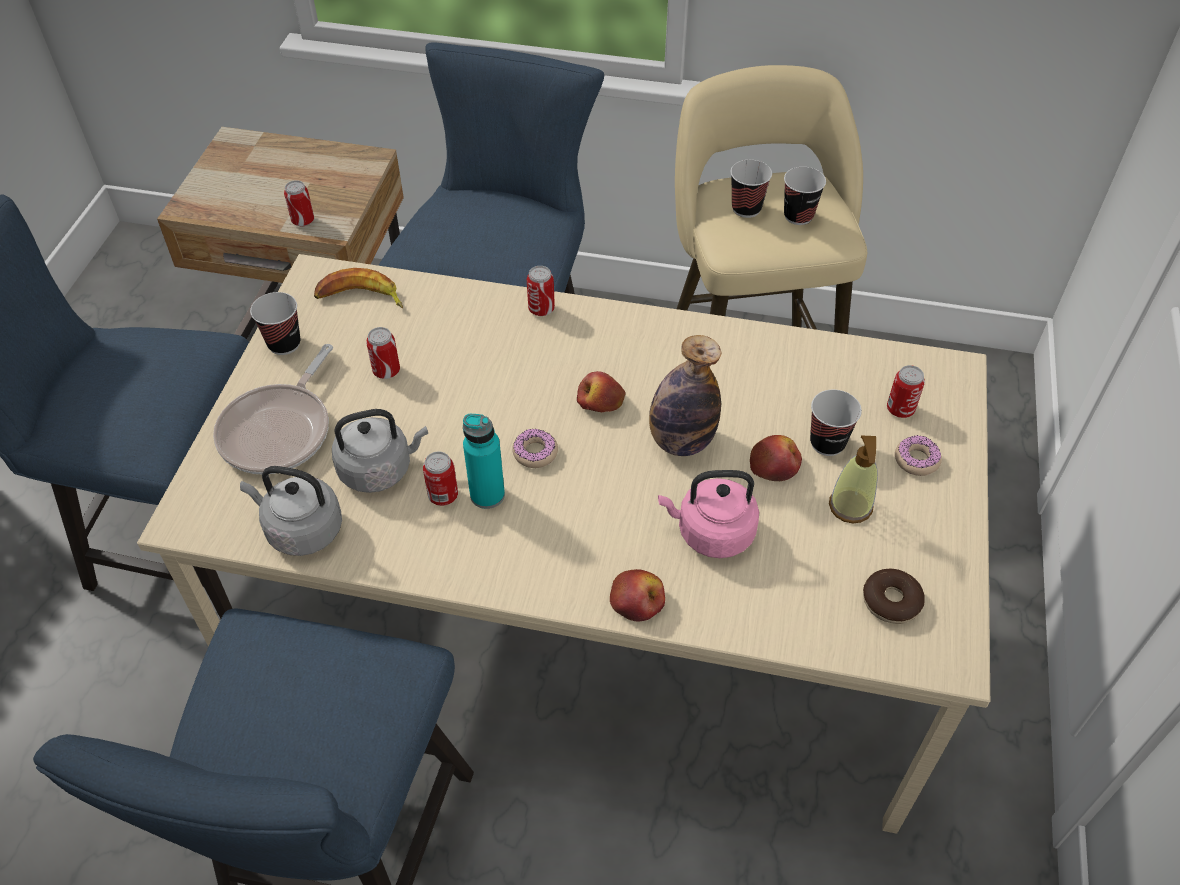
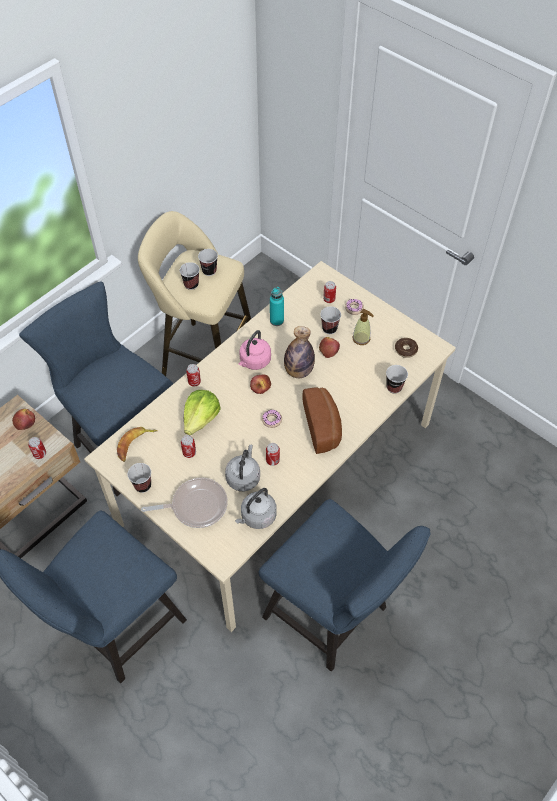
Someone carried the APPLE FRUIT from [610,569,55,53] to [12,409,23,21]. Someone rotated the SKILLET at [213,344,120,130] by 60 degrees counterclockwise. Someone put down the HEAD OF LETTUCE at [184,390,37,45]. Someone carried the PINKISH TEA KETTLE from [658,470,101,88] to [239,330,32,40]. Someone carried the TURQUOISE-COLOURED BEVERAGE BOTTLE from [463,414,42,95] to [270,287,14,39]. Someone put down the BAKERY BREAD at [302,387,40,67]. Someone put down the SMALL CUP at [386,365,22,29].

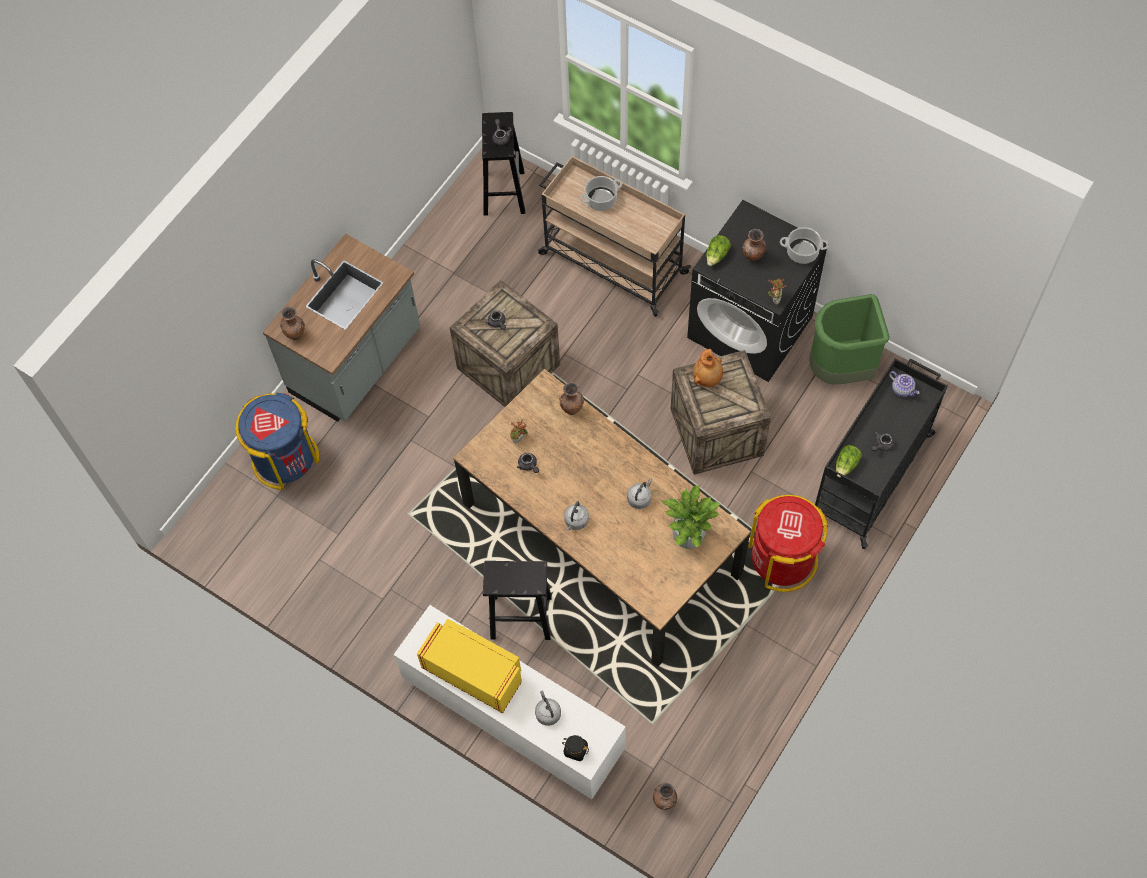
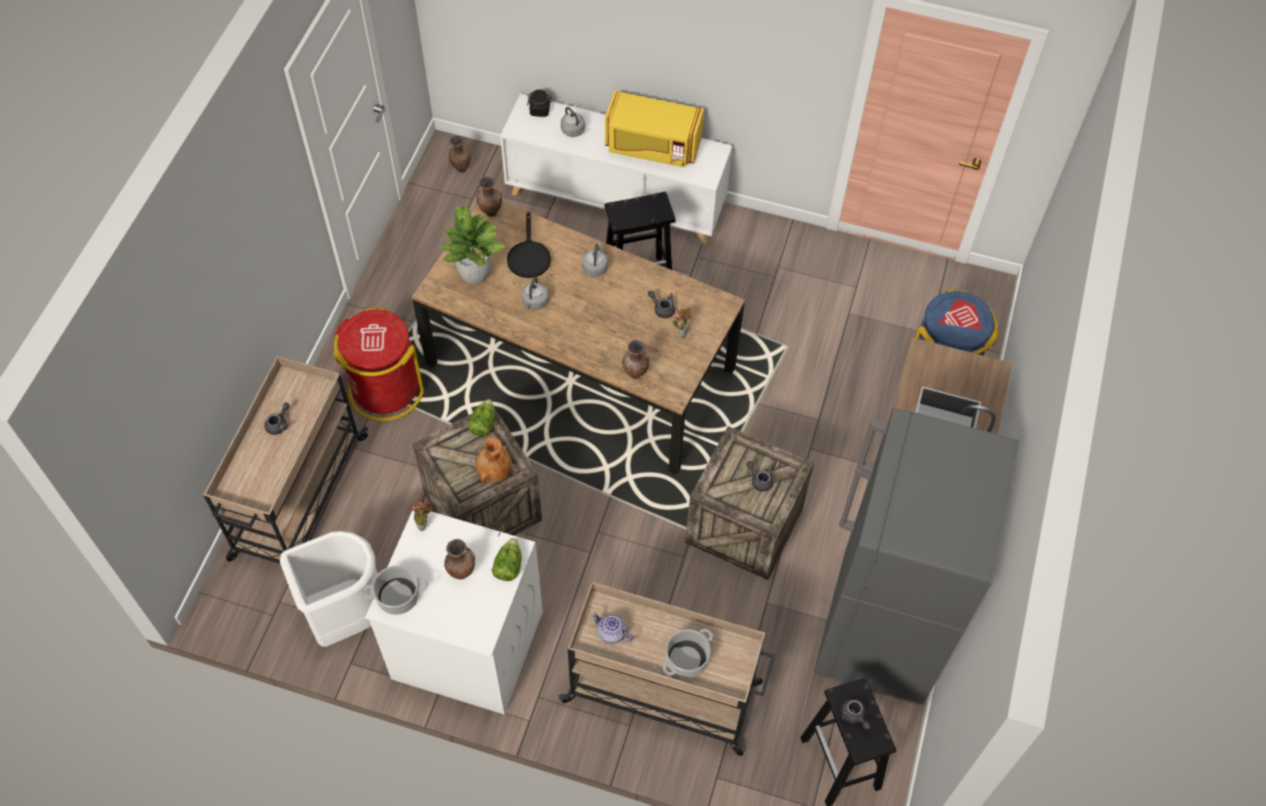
Someone repainted the BLACK TROLLEY at [815,358,133,191], which became the SAND-COLOURED TROLLEY at [203,356,166,208]. Someone repainted the GREENISH WASTE BIN at [809,294,81,90], which became the WHITISH WASTE BIN at [280,531,98,116]. Someone repainted the BLACK LAUNDRY APPLIANCE at [687,200,140,182], which became the WHITISH LAUNDRY APPLIANCE at [365,507,178,208]. Someone carried the HEAD OF LETTUCE from [836,445,26,33] to [468,399,27,37]. Someone carried the BROWN VASE from [280,307,25,33] to [476,176,26,41]. Someone put down the BLACK SKILLET at [507,212,44,66]. Someone carried the POT FOR TEA from [889,371,31,26] to [591,613,42,31]. Someone put down the GRAY FRIDGE at [814,407,206,298].

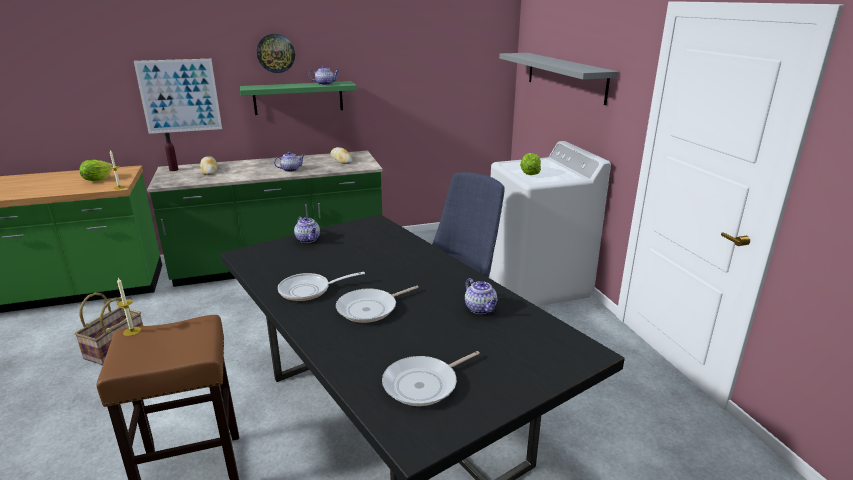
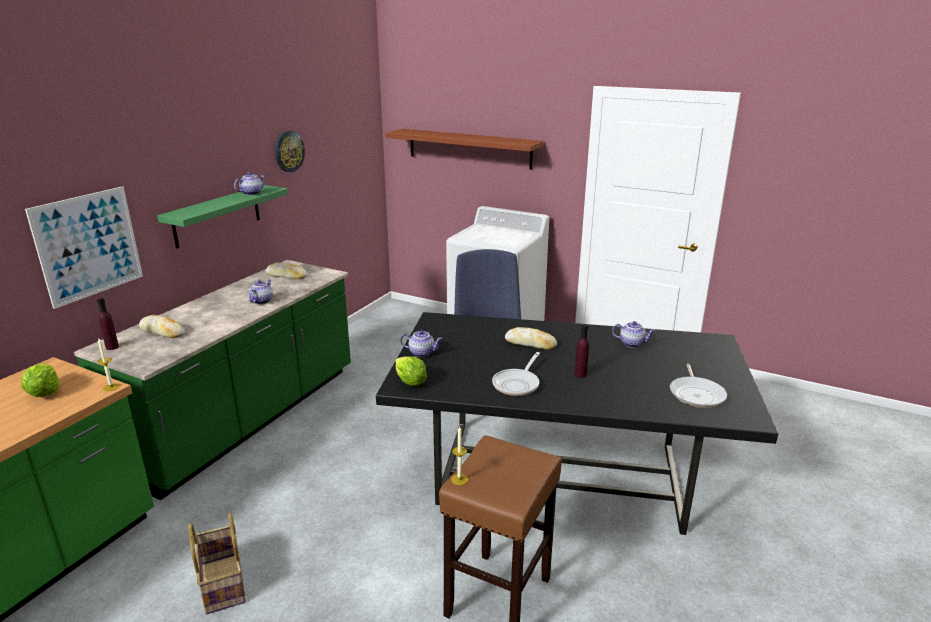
Someone carried the WALL CLOCK from [257,34,38,39] to [275,131,30,41]. Someone repainted the GRAY BRACKET SHELF at [499,53,120,52], which became the BROWN BRACKET SHELF at [385,129,159,41]. Someone carried the HEAD OF LETTUCE from [520,153,21,22] to [396,357,31,29]. Someone put down the BAKERY BREAD at [505,327,52,23]. Someone swapped the SKILLET at [336,286,83,37] for the PURPLE-COLOURED BEVERAGE BOTTLE at [575,324,14,54].

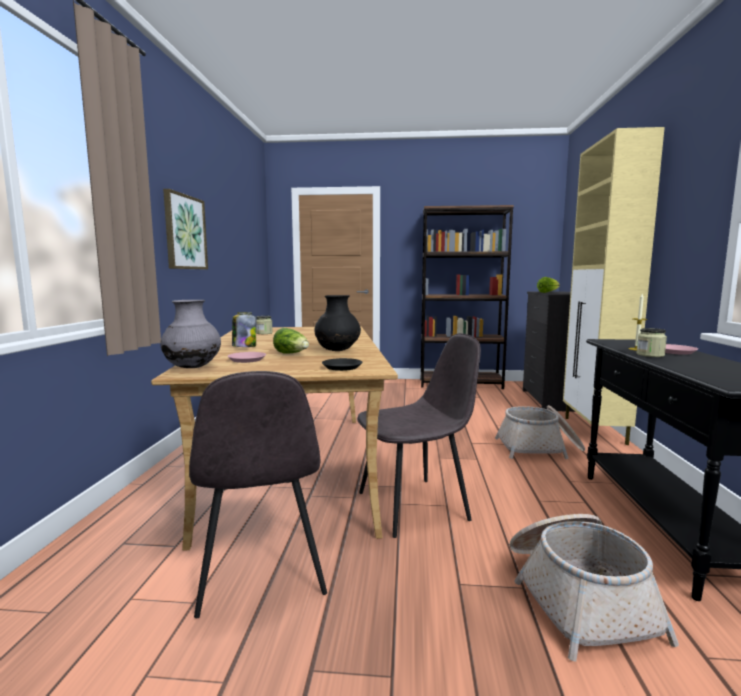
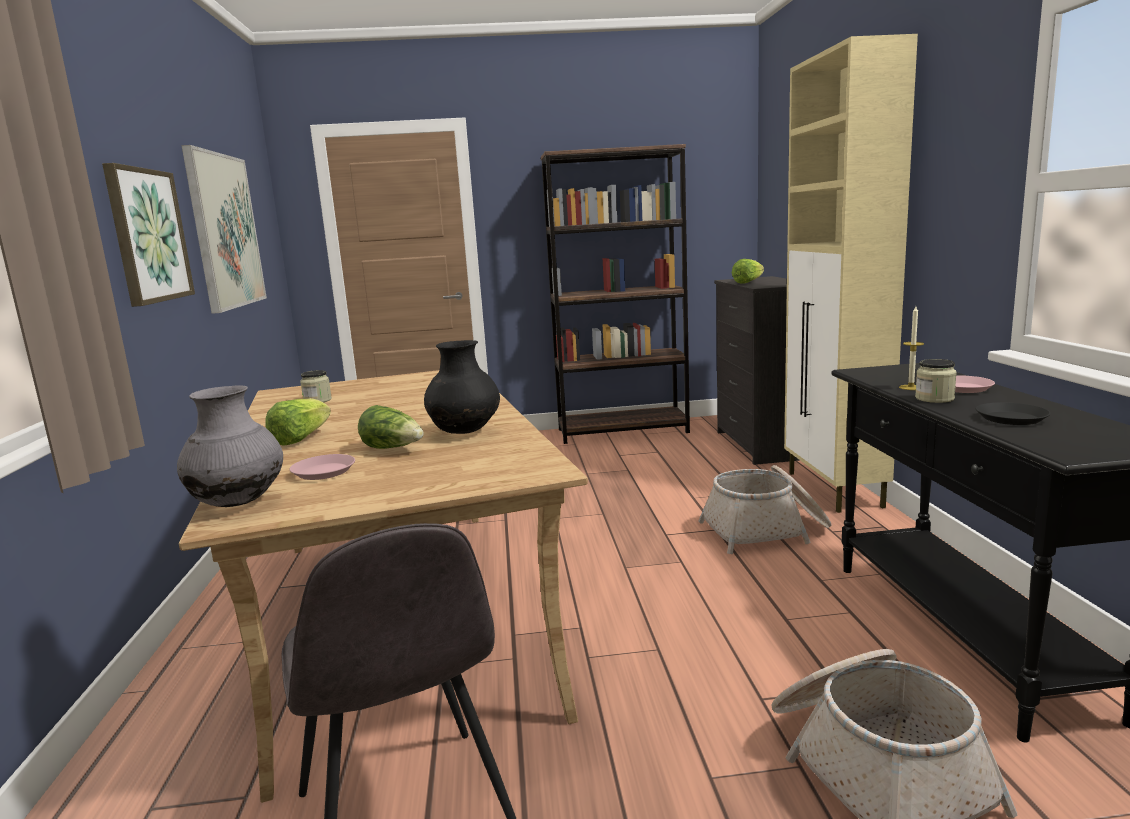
Someone put up the PICTURE at [181,145,86,169]. Someone swapped the PRESERVE JAR at [232,312,24,35] for the HEAD OF LETTUCE at [265,398,66,48]. Someone carried the BLACK PLATE from [322,358,41,13] to [976,402,74,23]. Someone took away the GRAY UPRIGHT CHAIR at [357,333,124,205].

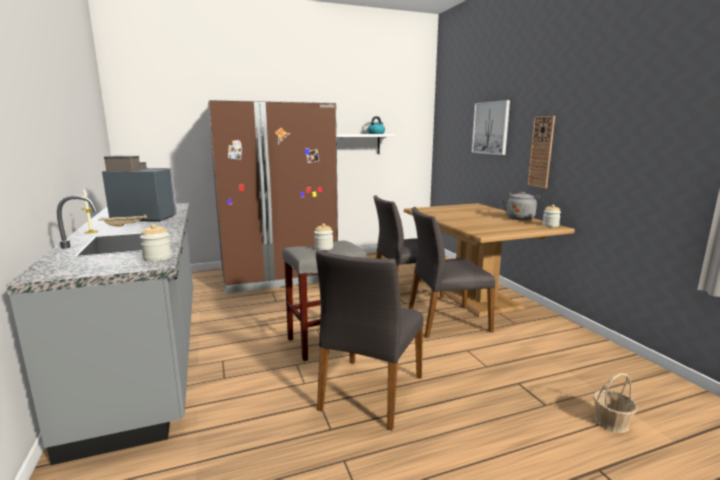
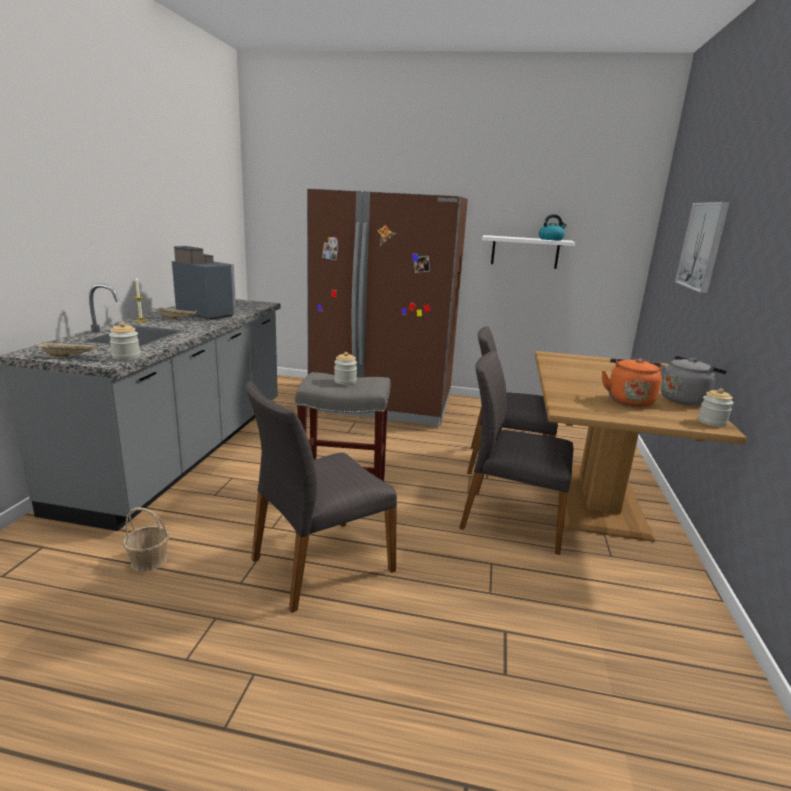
Someone put down the SAND-COLOURED TRAY at [34,342,65,15]. Someone carried the STORAGE BASKET from [593,373,45,60] to [123,507,46,65]. Someone put down the ORANGE-COLOURED TEA KETTLE at [602,358,60,49]. Someone took away the WALL CLOCK at [527,116,28,72].

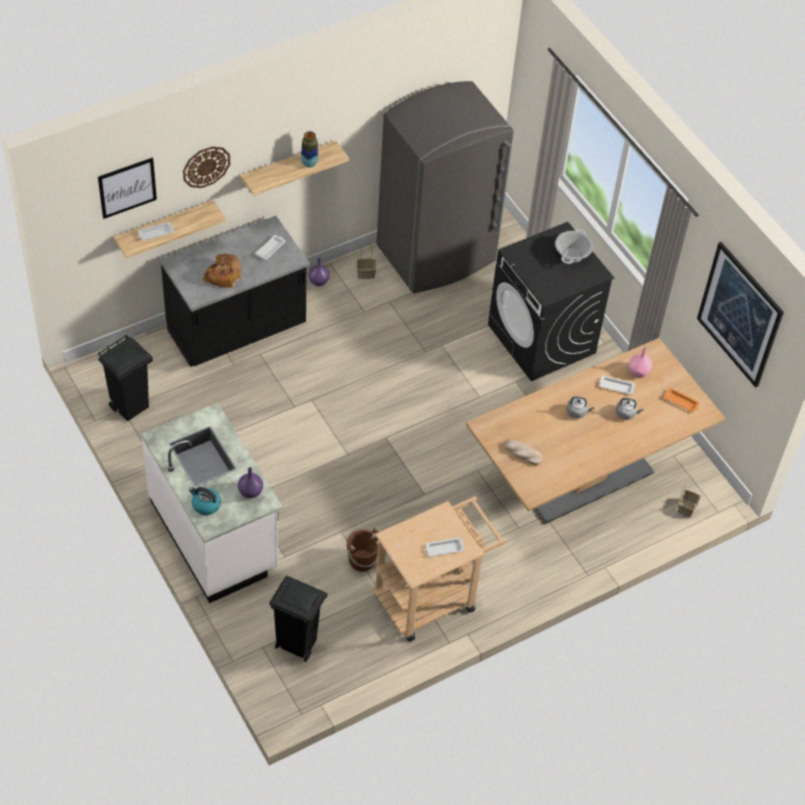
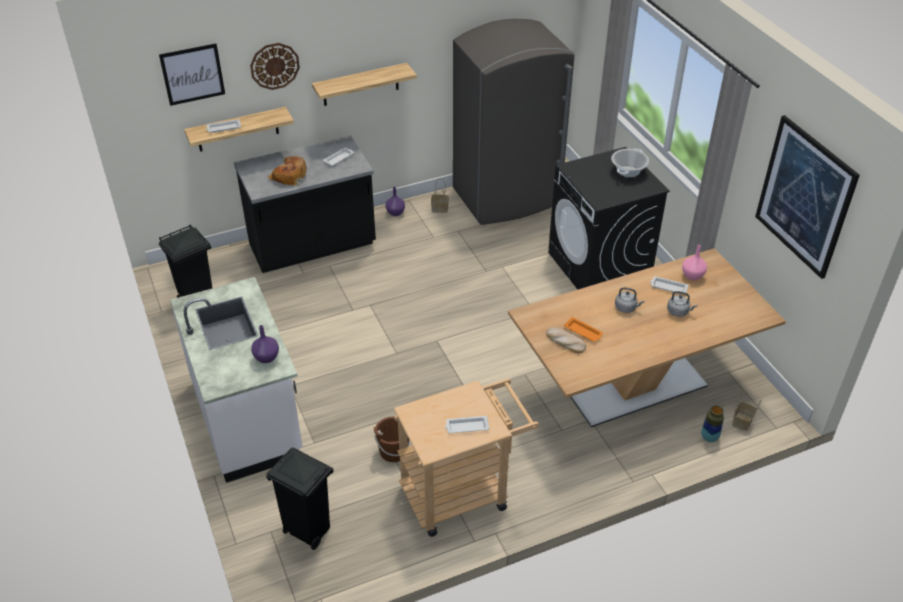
Someone carried the ORANGE-COLOURED TRAY from [663,387,37,25] to [564,317,39,25]. Someone carried the VASE from [301,131,17,37] to [701,405,23,37]. Someone took away the TEA KETTLE at [189,487,32,28].

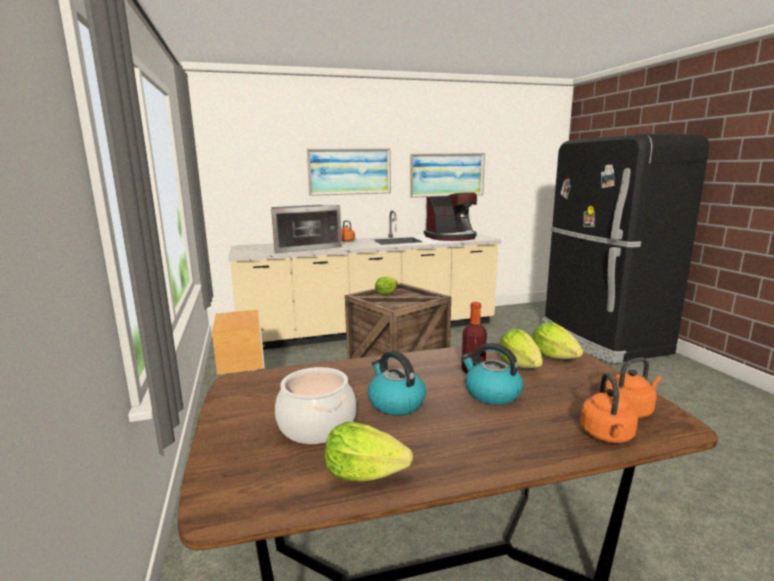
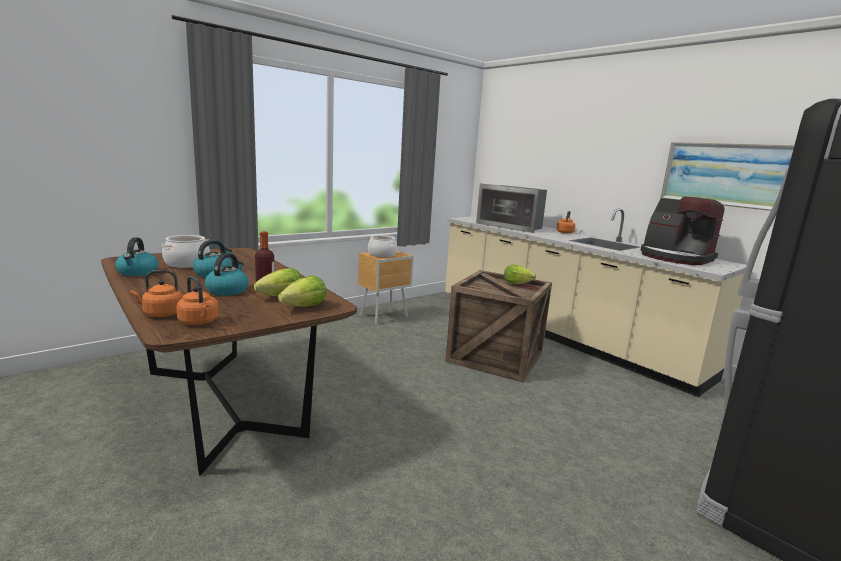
Someone swapped the HEAD OF LETTUCE at [325,422,88,59] for the TEA KETTLE at [115,237,43,39]. Someone put down the SAUCEPOT at [368,235,29,22]. Someone took away the PICTURE at [307,148,84,48].

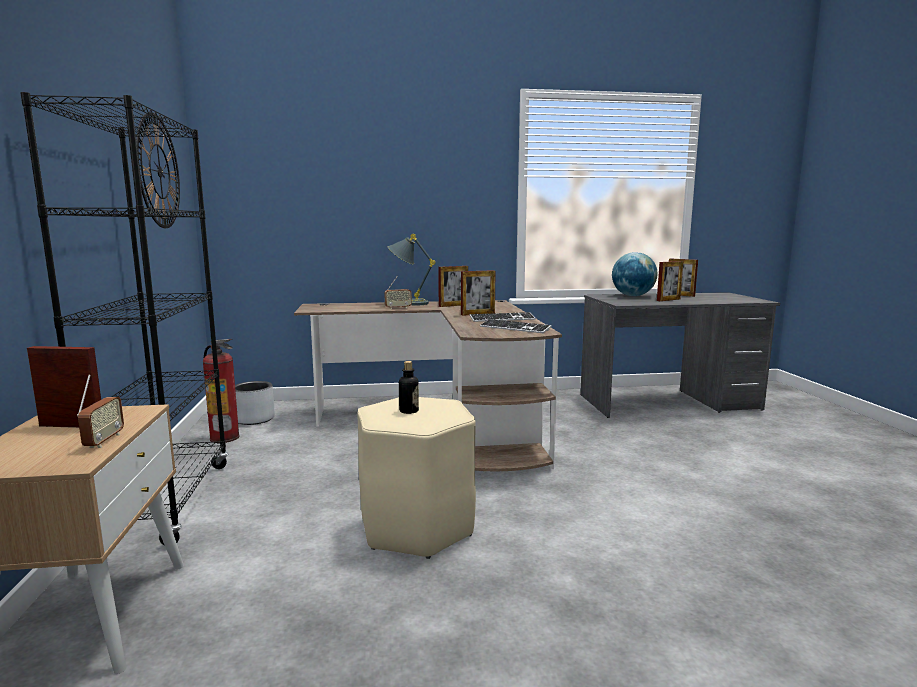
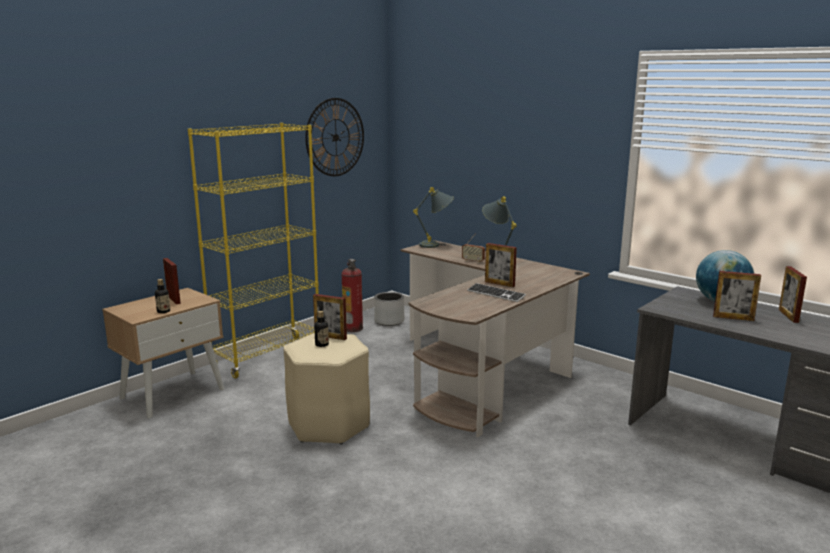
Someone swapped the RADIO at [77,375,47,73] for the BEVERAGE BOTTLE at [155,279,15,34]. Someone repainted the BLACK BOOKSHELF at [20,92,208,453], which became the YELLOW BOOKSHELF at [188,123,131,255]. Someone carried the PICTURE FRAME from [438,266,30,41] to [313,294,34,46]. Someone put down the GRAY TABLETOP LAMP at [413,187,41,61]. Someone took away the COMPUTER KEYBOARD at [480,319,72,14].

